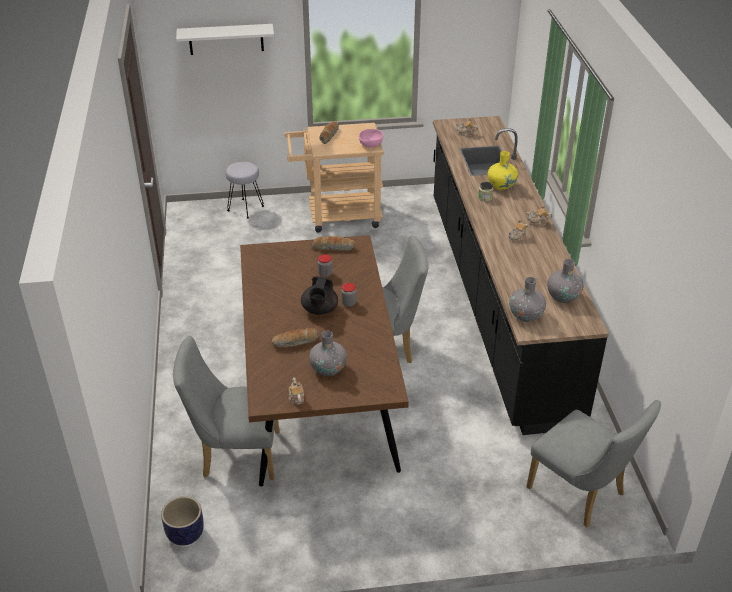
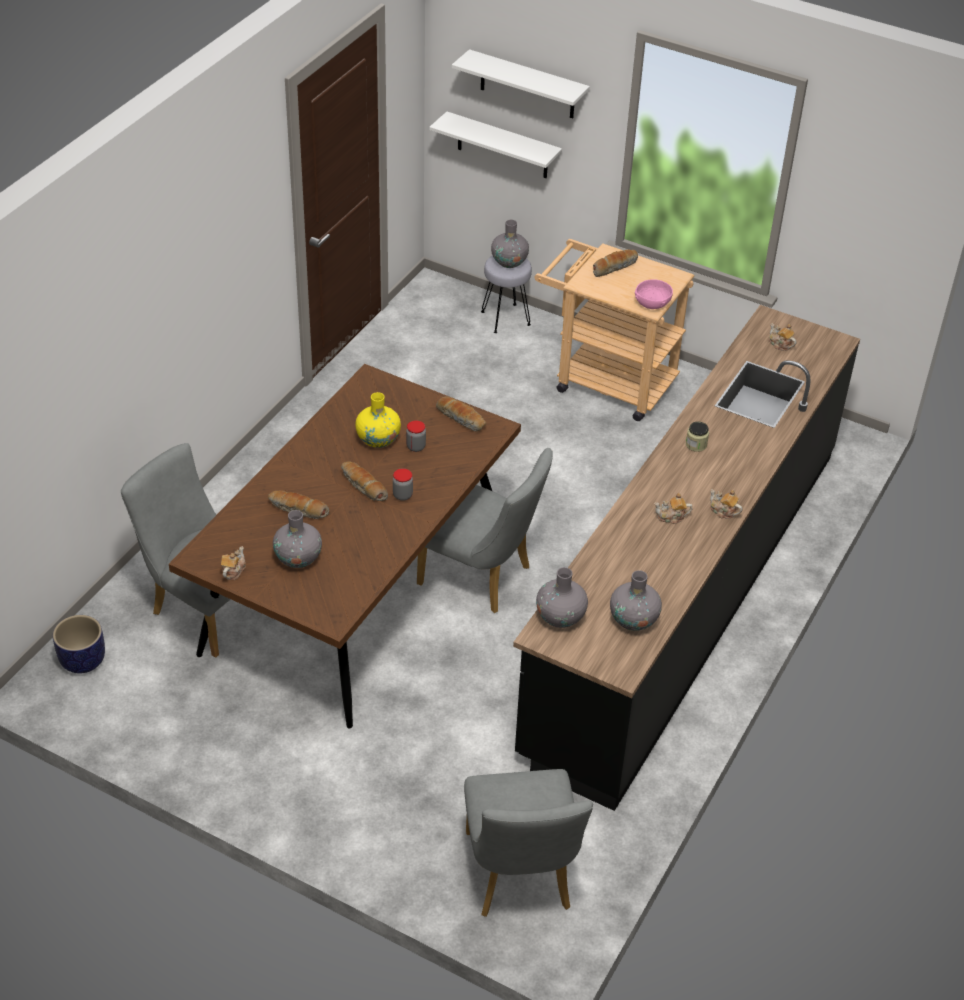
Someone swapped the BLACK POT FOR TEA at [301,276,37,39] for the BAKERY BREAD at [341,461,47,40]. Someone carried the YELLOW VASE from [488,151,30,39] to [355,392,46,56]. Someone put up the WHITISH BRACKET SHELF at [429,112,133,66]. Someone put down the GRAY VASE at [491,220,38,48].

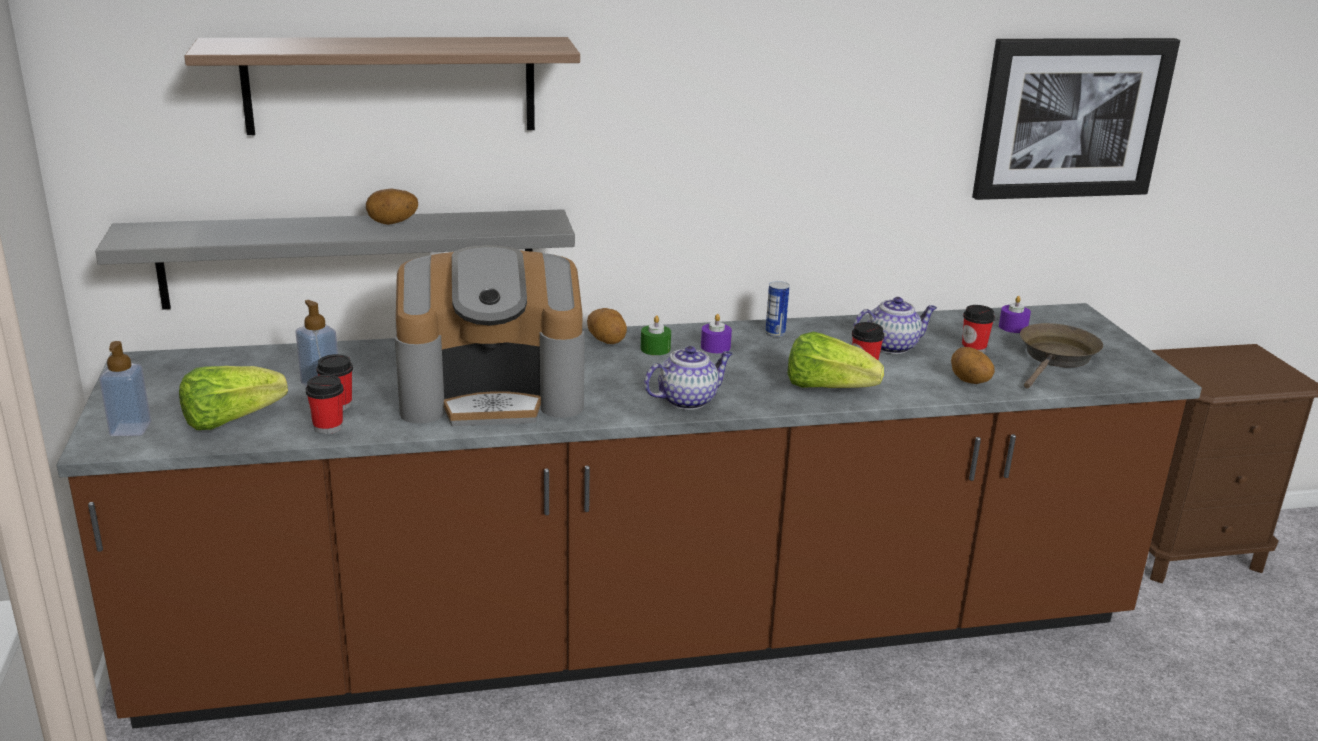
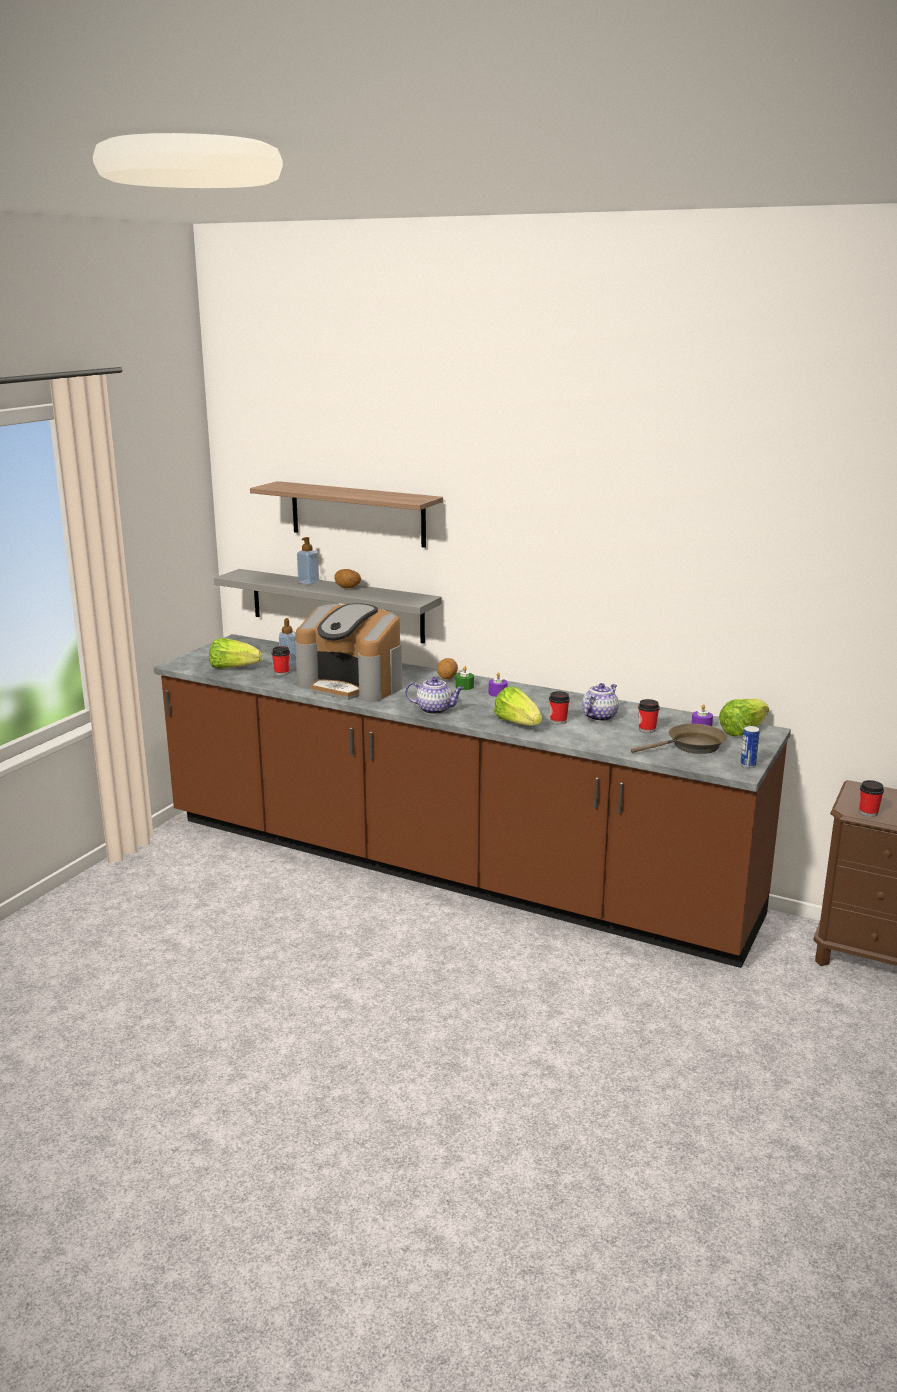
Someone carried the LIQUID SOAP BOTTLE from [99,341,52,95] to [297,537,22,48]. Someone rotated the POT FOR TEA at [853,297,84,57] by 75 degrees counterclockwise. Someone put down the HEAD OF LETTUCE at [719,699,50,37]. Someone carried the SEALED CAN from [765,281,25,56] to [740,726,20,42]. Someone carried the SMALL CUP from [306,375,38,59] to [859,780,25,37]. Someone took away the SPUD at [951,347,44,37]. Someone took away the PICTURE at [972,38,208,162].

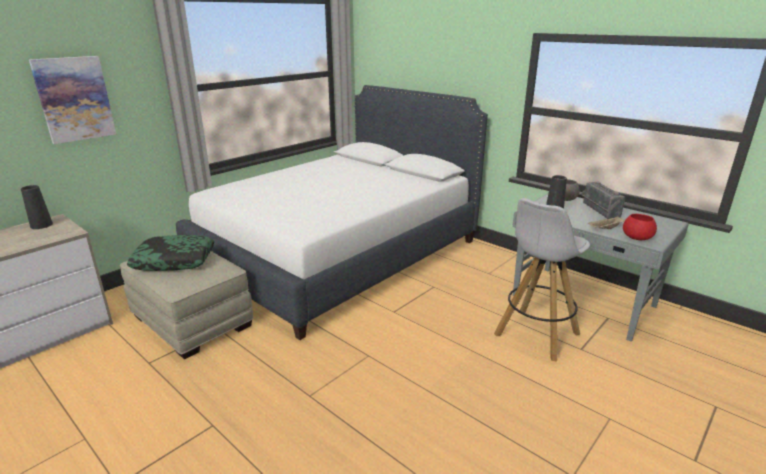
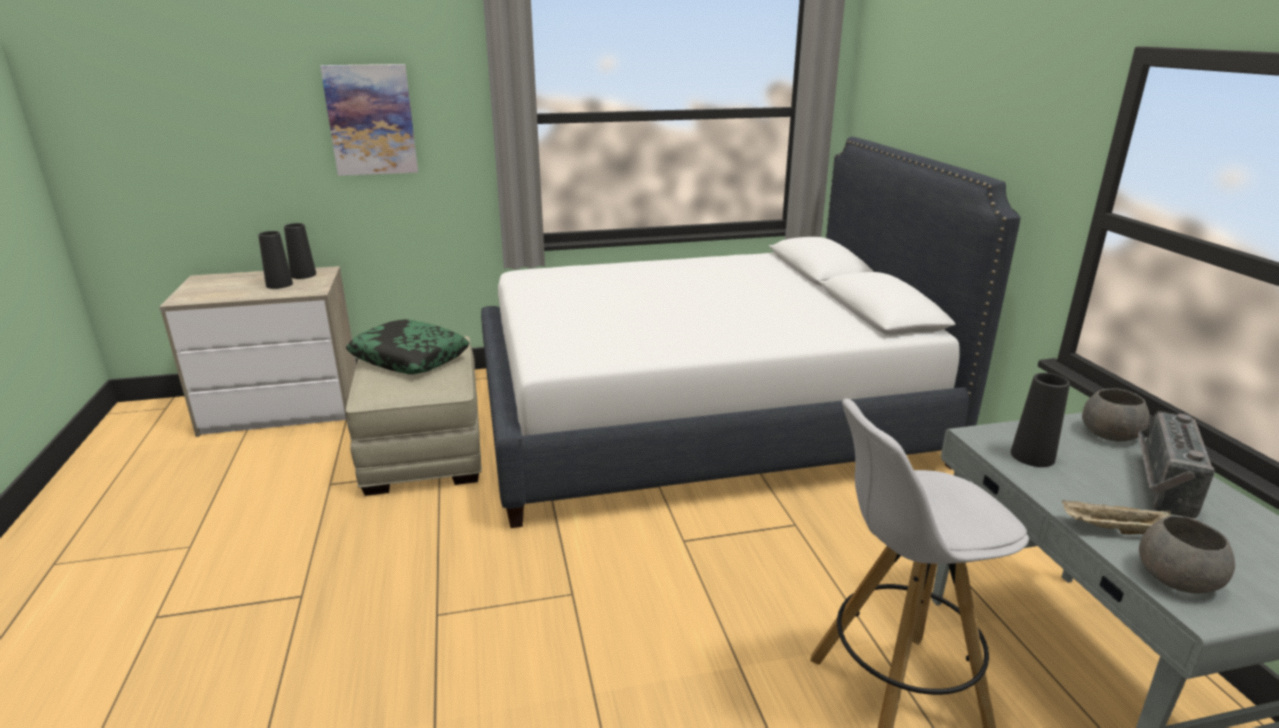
Someone put down the BLACK VASE at [258,231,35,58]. Someone repainted the REDDISH SERVING BOWL at [623,214,34,26], which became the GRAY SERVING BOWL at [1139,515,96,78].

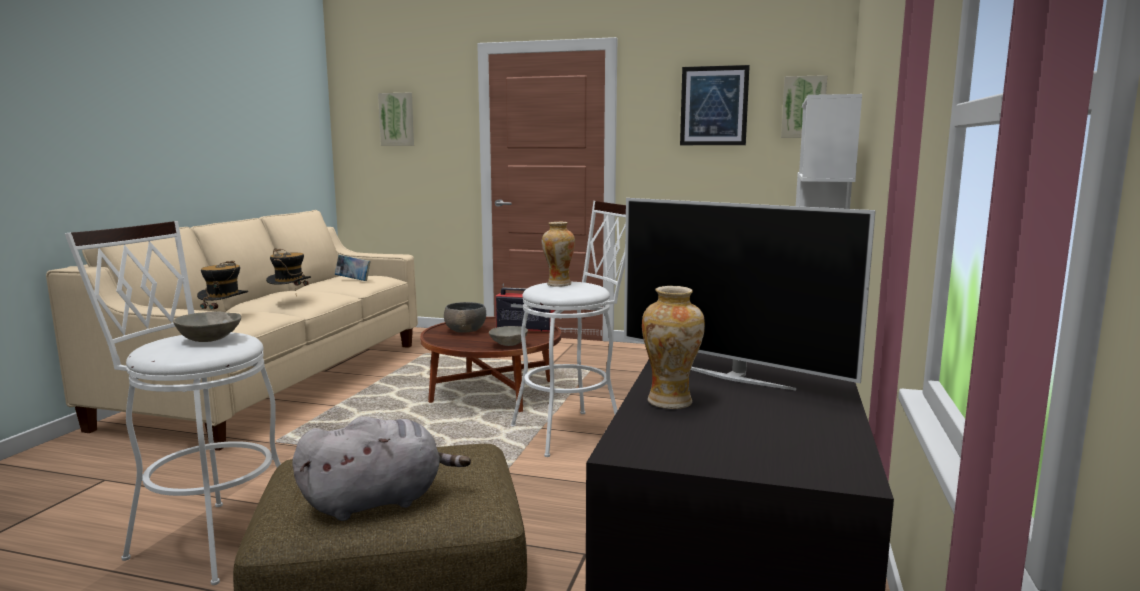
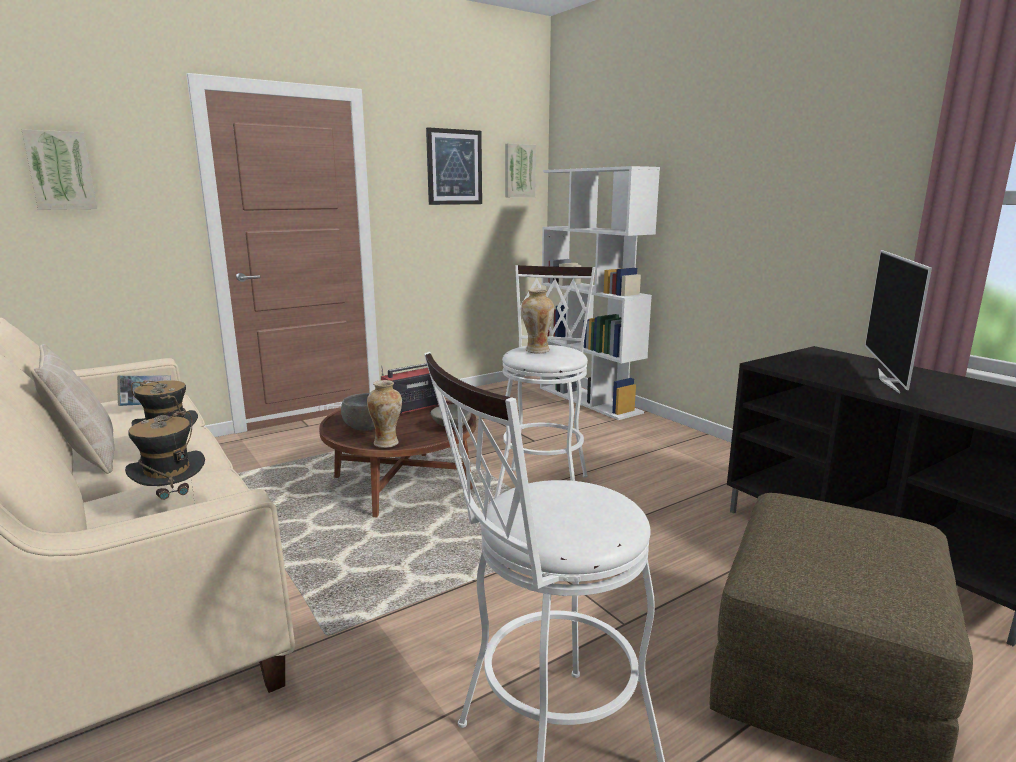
Someone put down the SAND-COLOURED CUSHION at [31,344,83,130]. Someone carried the VASE from [642,286,63,123] to [367,380,35,68]. Someone rotated the TELEVISION at [624,198,252,193] by 120 degrees clockwise. Someone took away the GRAY SERVING BOWL at [173,311,68,31]. Someone took away the GRAY CUDDLY TOY at [293,416,178,105].

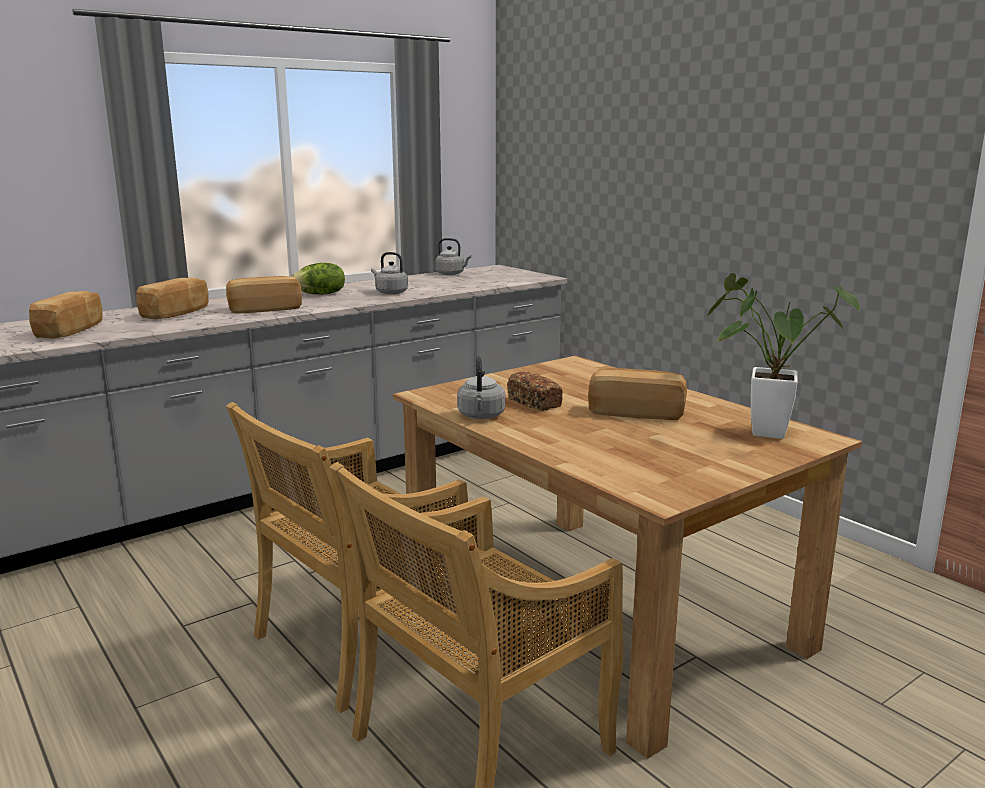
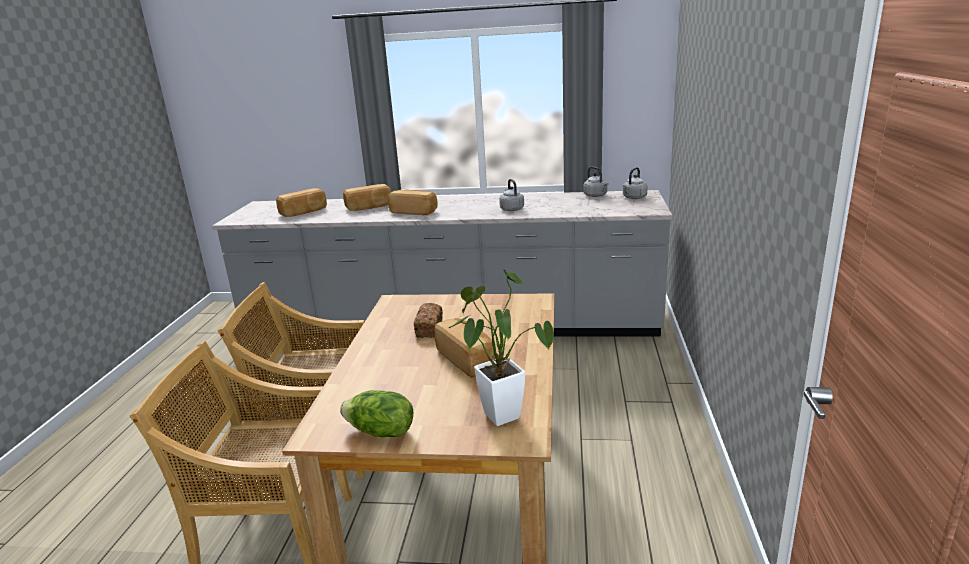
Someone carried the HEAD OF LETTUCE from [291,263,54,32] to [340,390,73,47]. Someone carried the GRAY TEA KETTLE from [457,356,48,63] to [623,167,25,32].

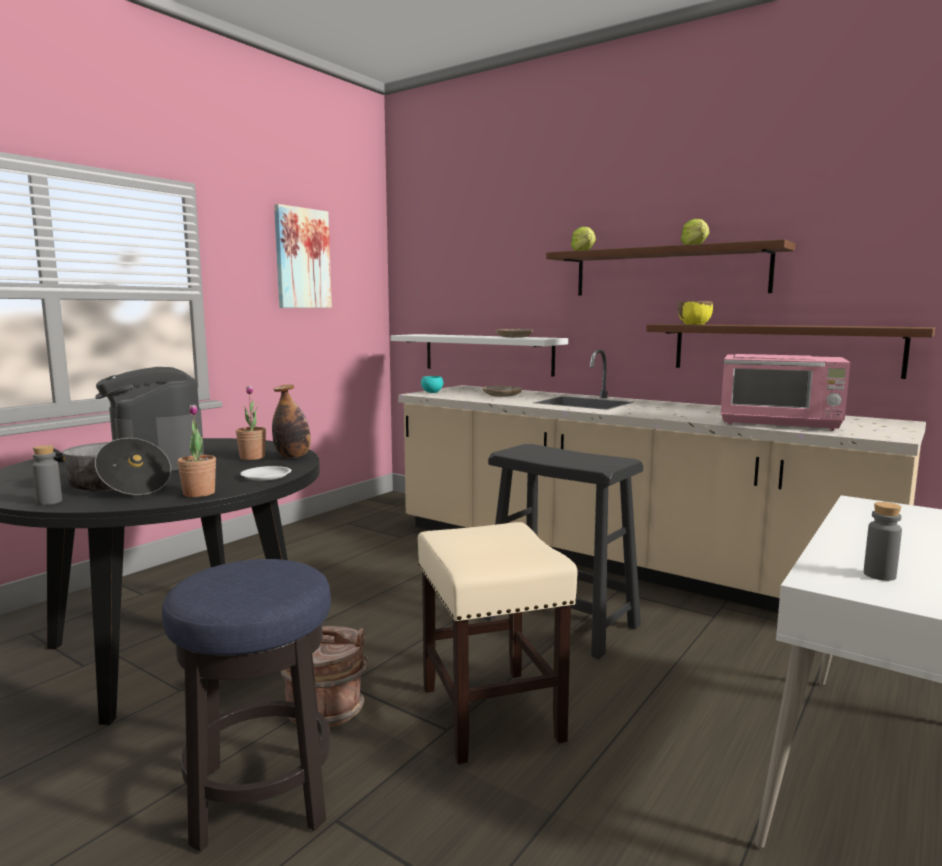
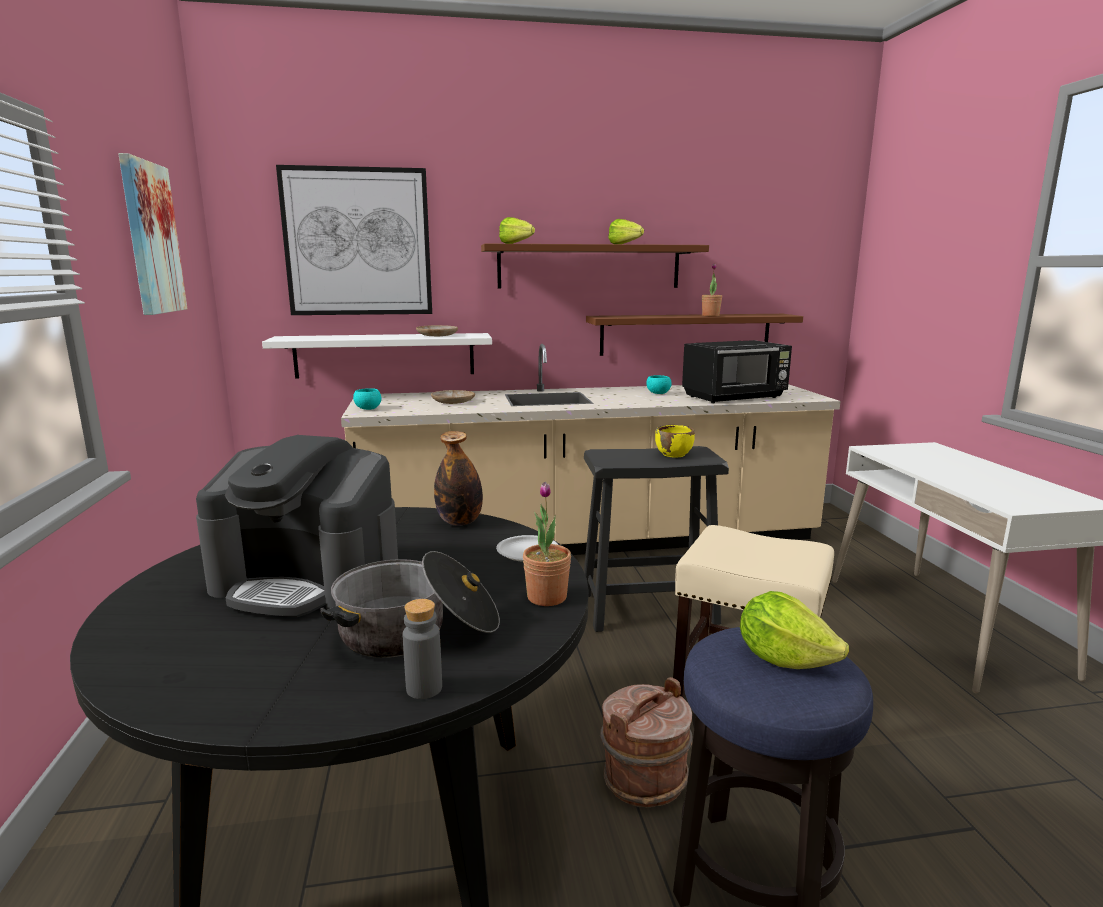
Someone put up the PICTURE at [276,165,156,150]. Someone put down the TURQUOISE-COLOURED SERVING BOWL at [647,375,25,19]. Someone carried the YELLOW SERVING BOWL from [678,301,35,24] to [655,425,40,32]. Someone repainted the PINKISH MICROWAVE at [721,354,129,77], which became the BLACK MICROWAVE at [682,340,110,63]. Someone carried the POTTED PLANT from [236,385,30,75] to [702,264,20,52]. Someone put down the HEAD OF LETTUCE at [740,591,109,78]. Someone took away the GRAY BEVERAGE BOTTLE at [864,502,38,79].

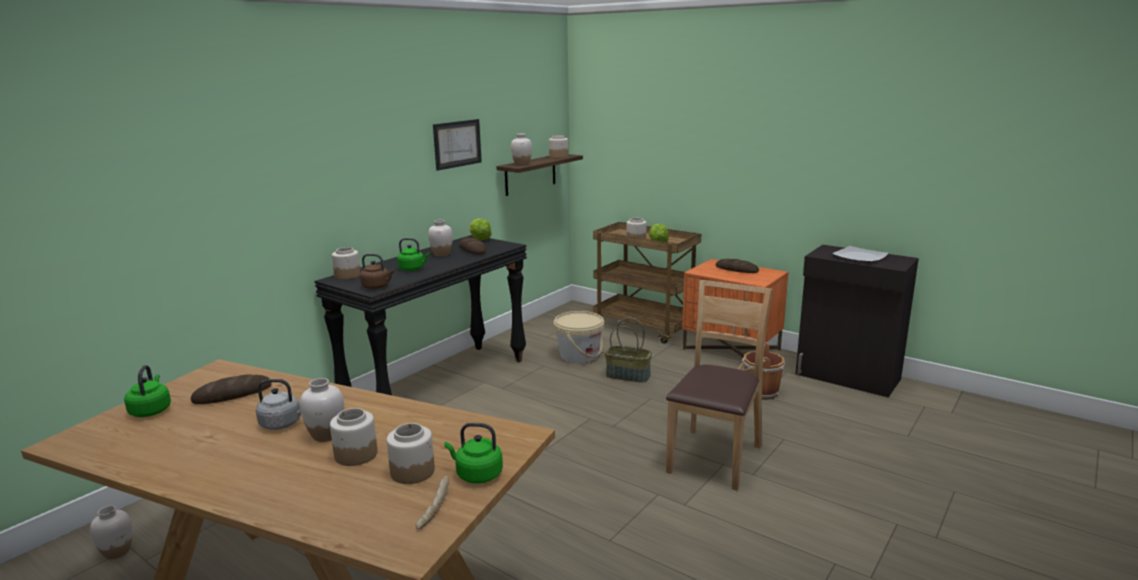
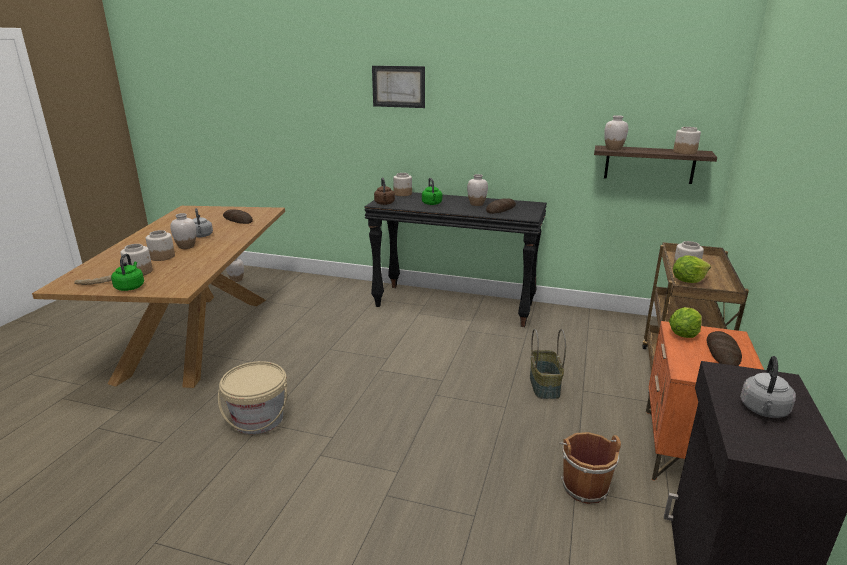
Someone carried the SAND-COLOURED PAIL from [553,311,51,53] to [218,361,69,73]. Someone carried the PICTURE from [433,119,49,52] to [372,66,53,42]. Someone carried the HEAD OF LETTUCE from [469,218,23,22] to [669,307,33,31]. Someone swapped the PLATE at [832,246,57,17] for the GRAY TEA KETTLE at [740,356,56,62]. Someone took away the GREENISH TEA KETTLE at [124,365,47,52]. Someone took away the BROWN UPRIGHT CHAIR at [666,280,108,211].

